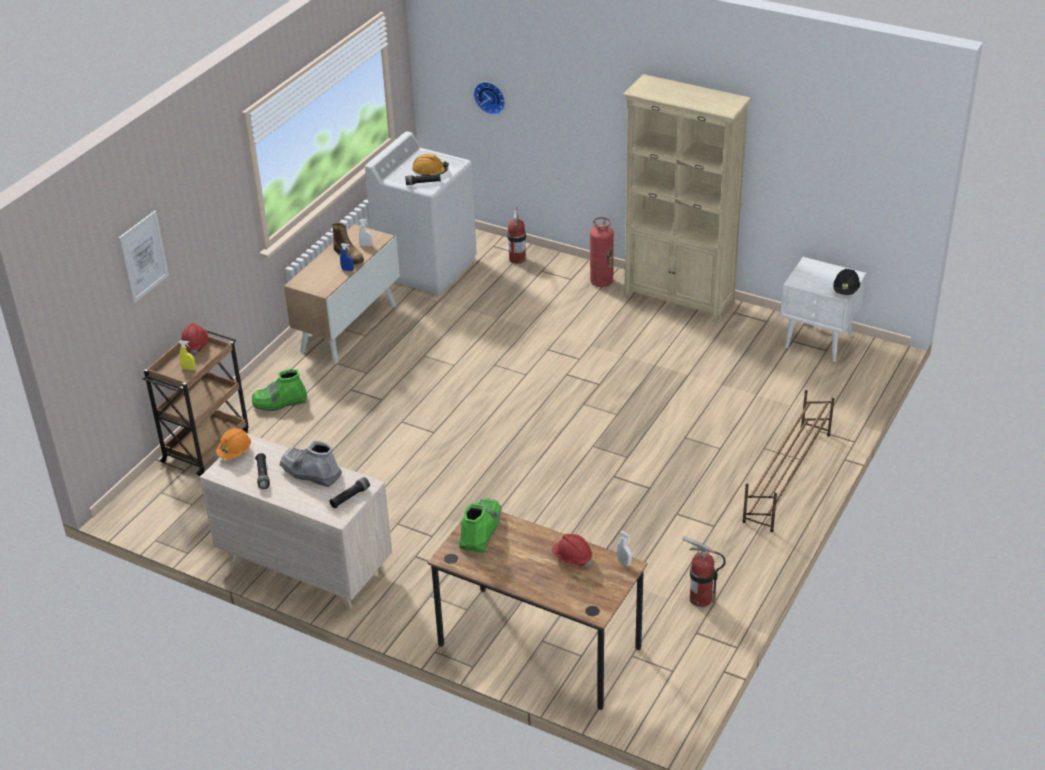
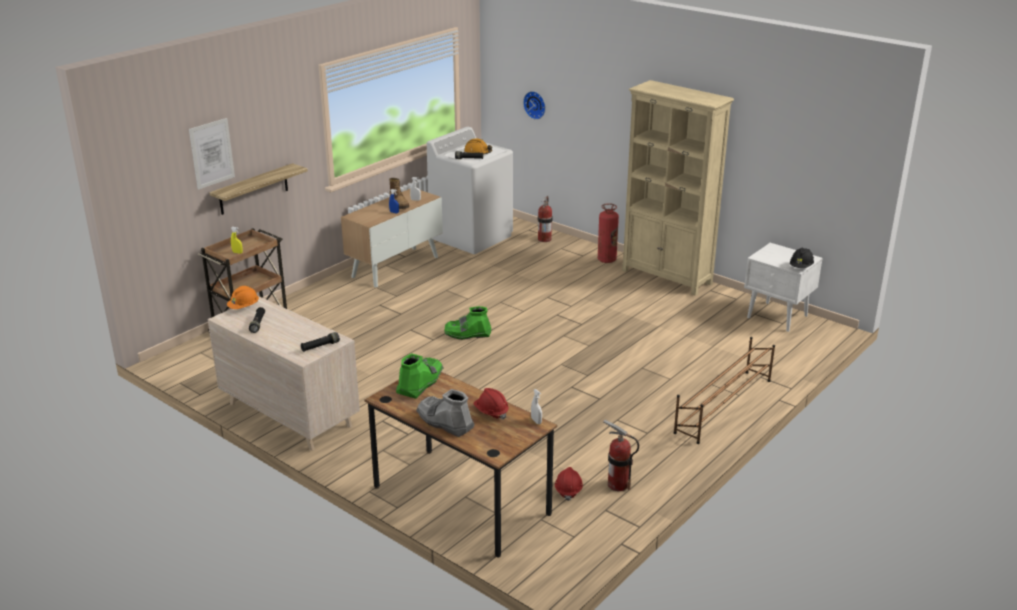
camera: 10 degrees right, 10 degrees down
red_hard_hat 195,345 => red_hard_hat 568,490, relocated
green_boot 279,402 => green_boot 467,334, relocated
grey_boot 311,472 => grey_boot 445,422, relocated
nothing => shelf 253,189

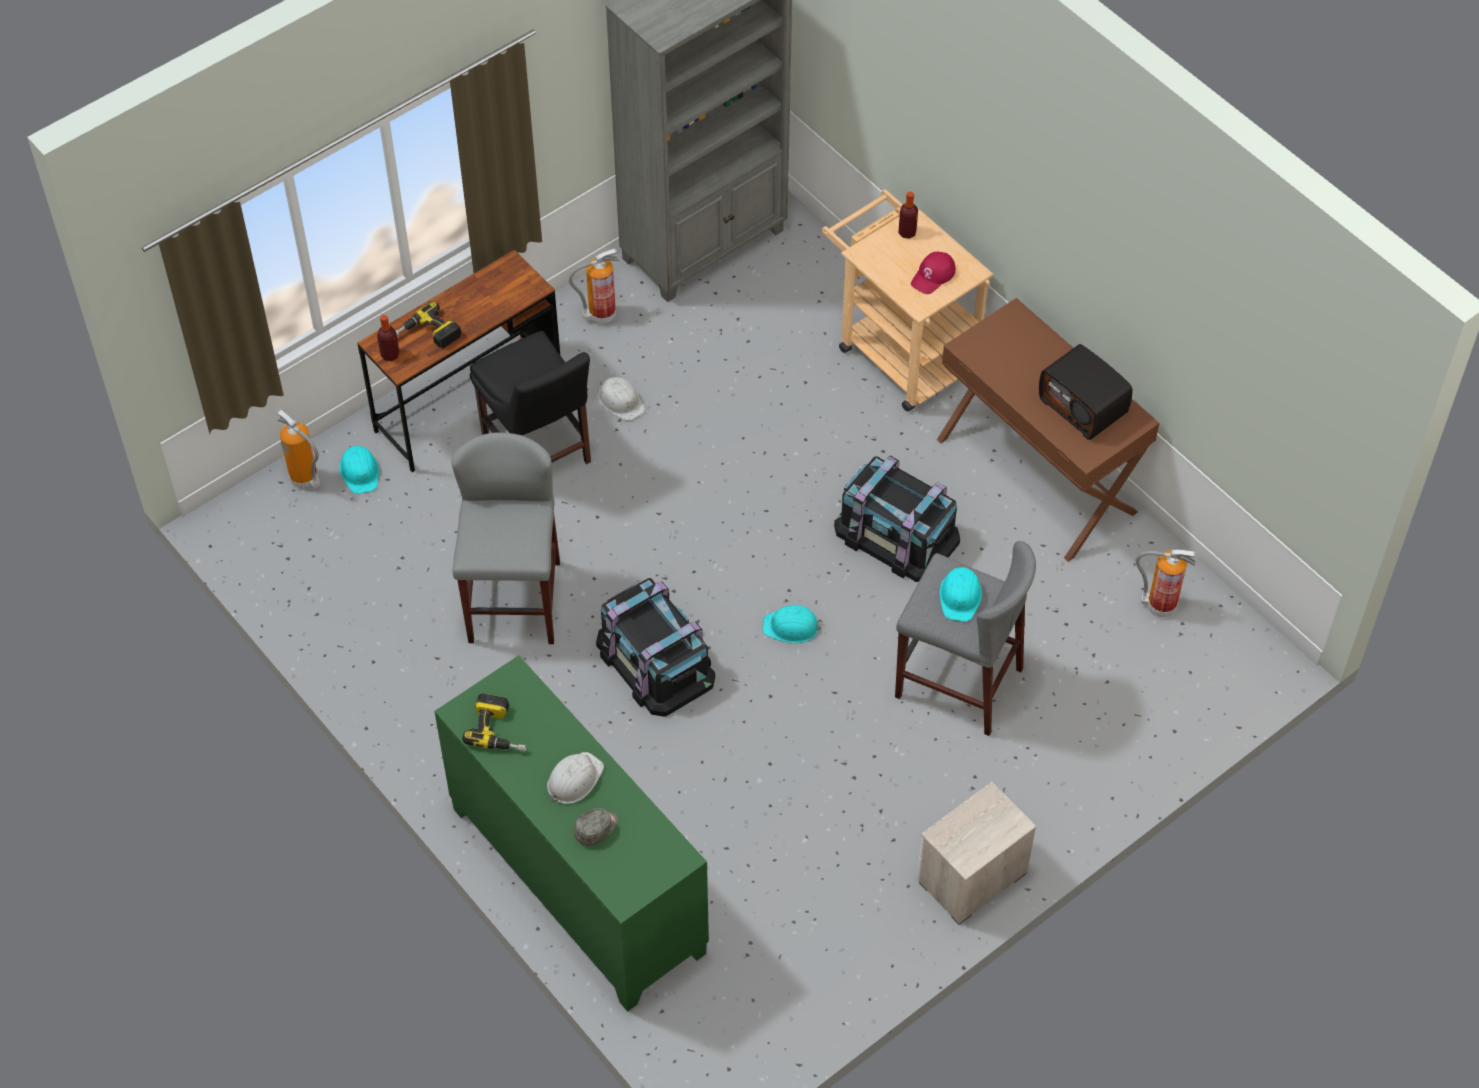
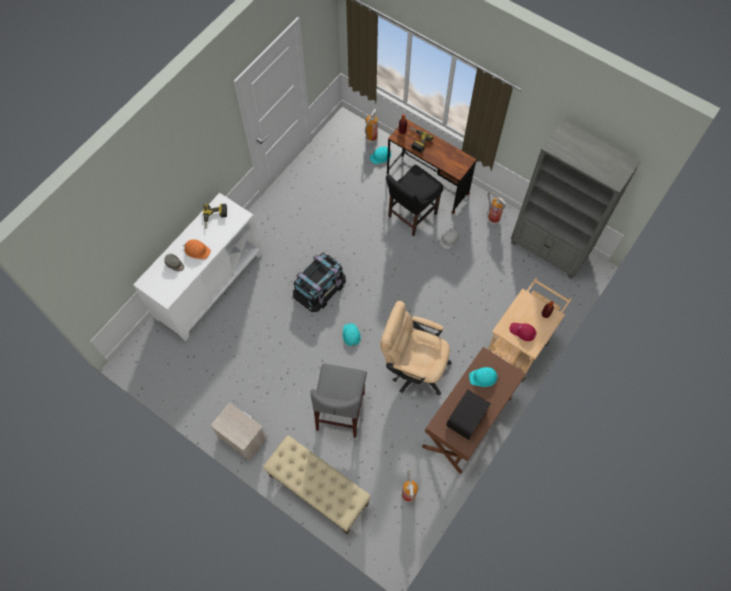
camera: 75 degrees right, 10 degrees up
grey_stool 513,602 => nothing
black_storage_box 896,534 => beige_office_chair 413,367
turquoise_hard_hat 960,596 => turquoise_hard_hat 483,377, relocated
green_cabinet 576,881 => white_cabinet 209,285
white_hard_hat 574,779 => orange_hard_hat 197,250
nothing => beige_bench 318,490

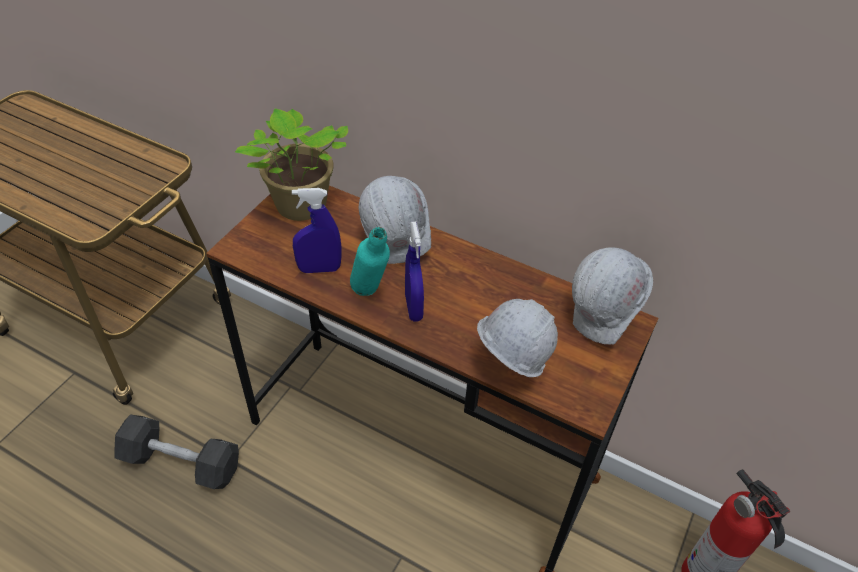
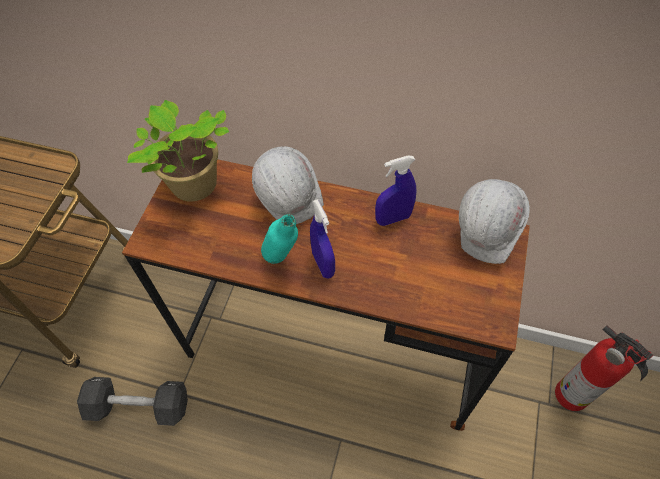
camera: 10 degrees left, 10 degrees up
blue_spray_bottle 319,269 => blue_spray_bottle 393,218, relocated
white_hard_hat 508,366 => nothing

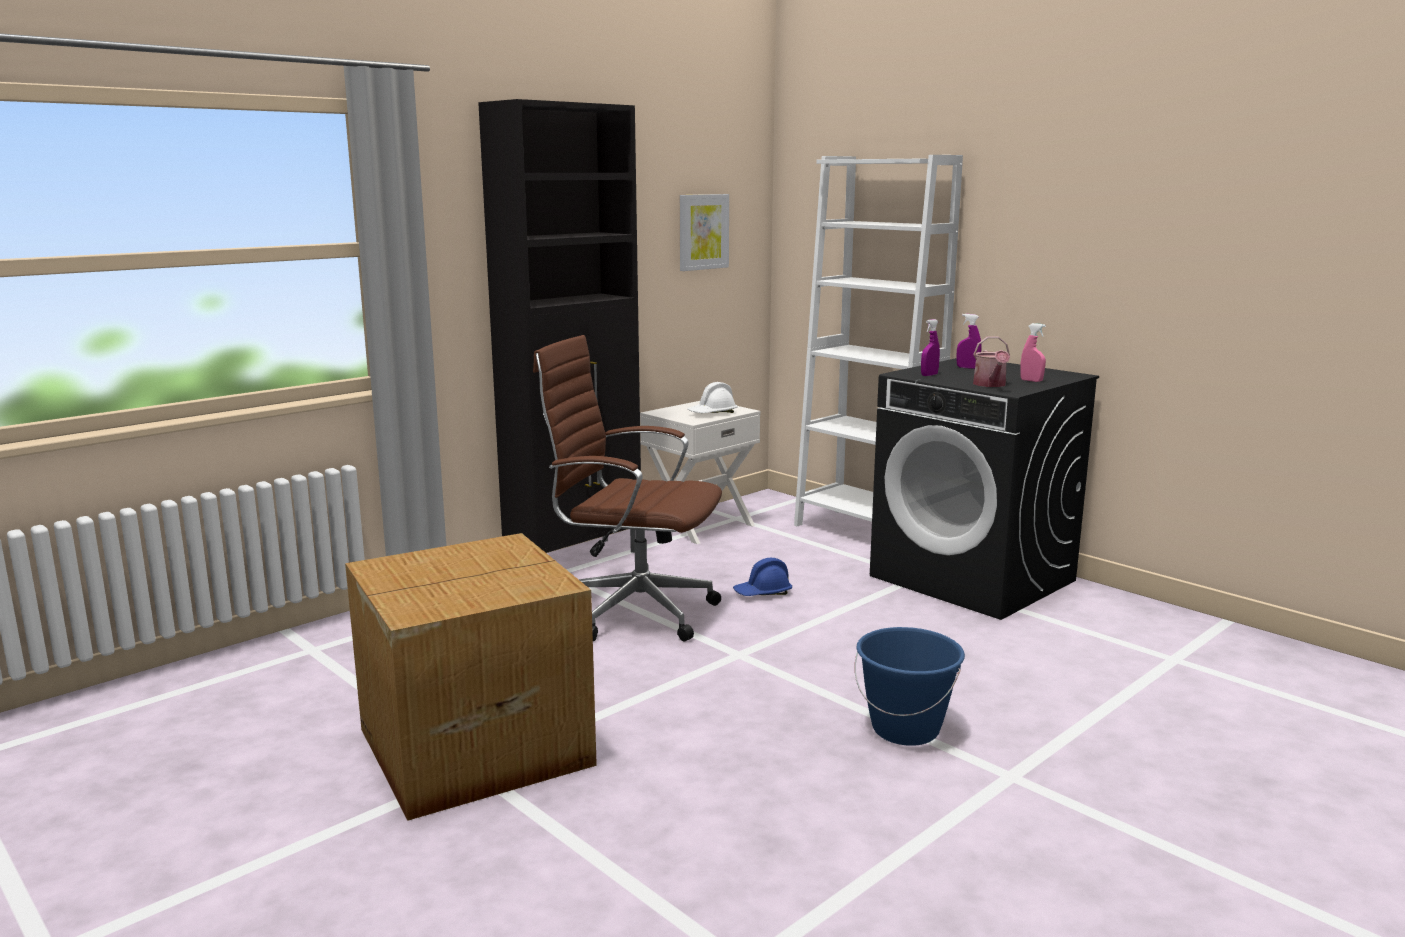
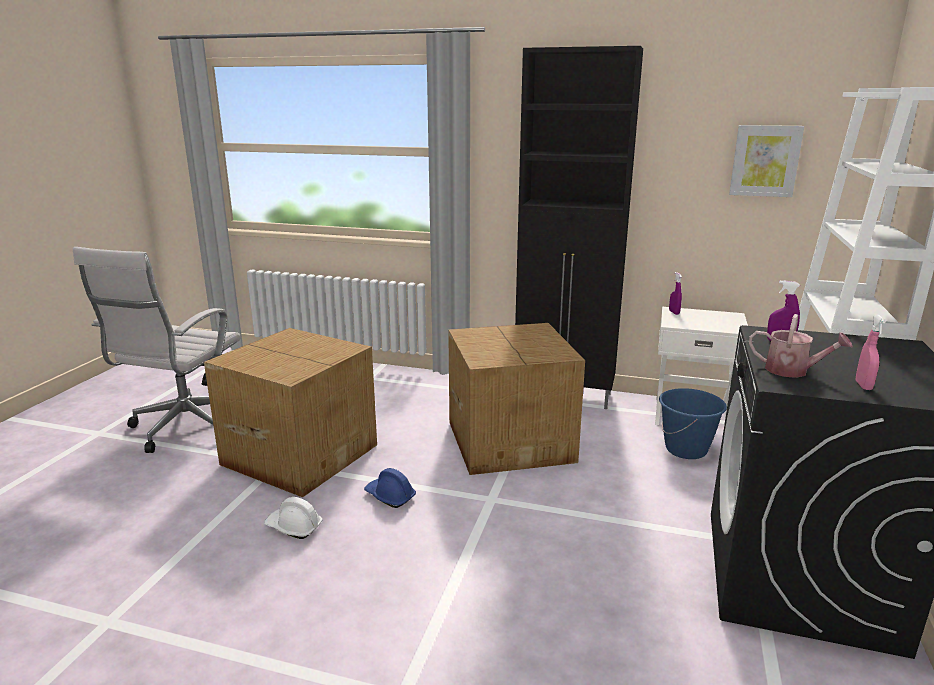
camera: 60 degrees right, 5 degrees up
purple_spray_bottle 967,368 => purple_spray_bottle 674,312, relocated
brown_office_chair 633,612 => cardboard_box 511,440
watering_can 990,385 => watering_can 792,371, 120 degrees counterclockwise
white_hard_hat 712,413 => white_hard_hat 294,527, relocated
blue_hard_hat 763,593 => blue_hard_hat 390,496, relocated
blue_bucket 905,729 => blue_bucket 686,449, relocated
nothing => white_office_chair 184,429

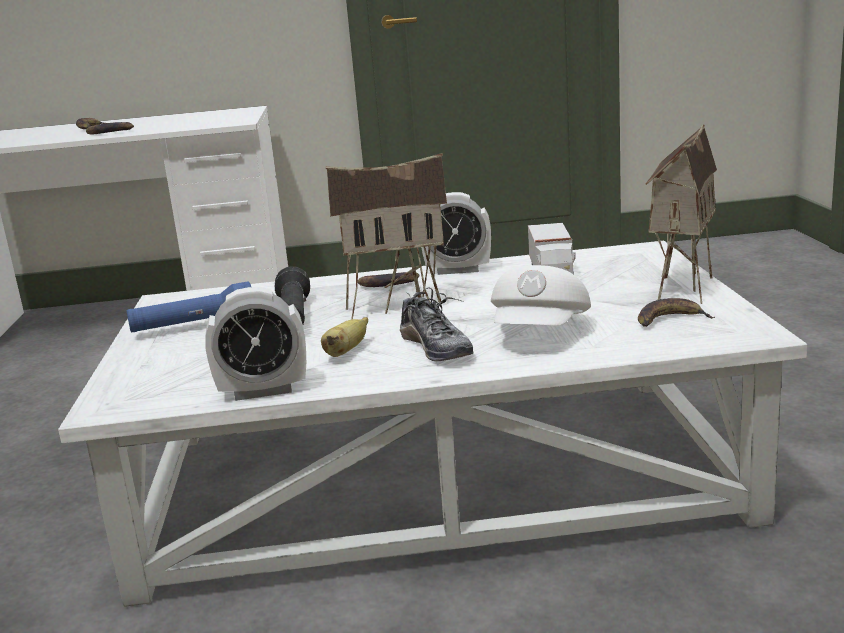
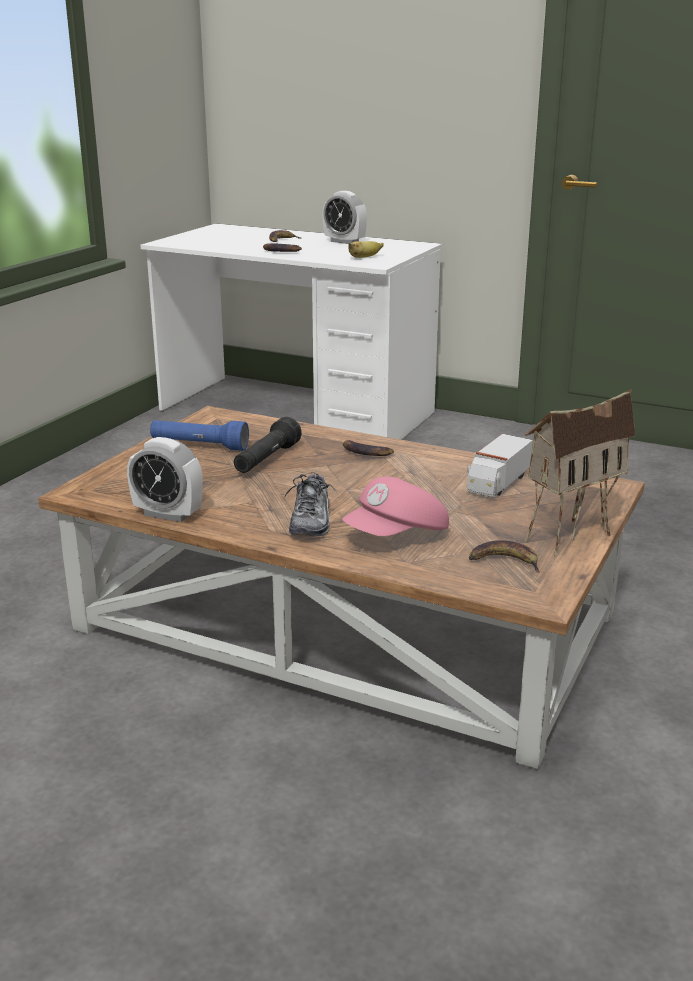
camera: 30 degrees right, 5 degrees up
toy_house 396,306 => nothing
alarm_clock 458,270 => alarm_clock 344,242, relocated
white_coffee_table 439,473 => brown_coffee_table 350,621
white_cap 541,332 => pink_cap 397,536
banana 346,352 => banana 364,257, relocated

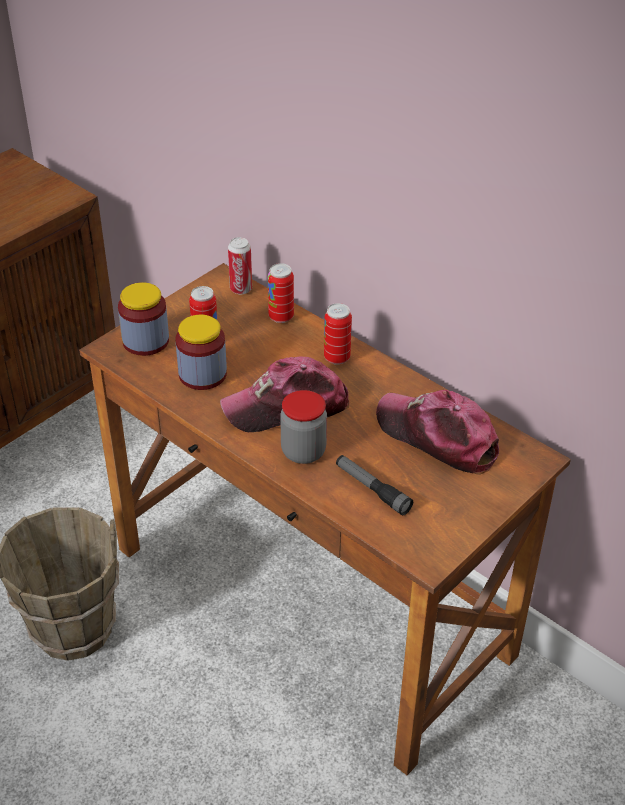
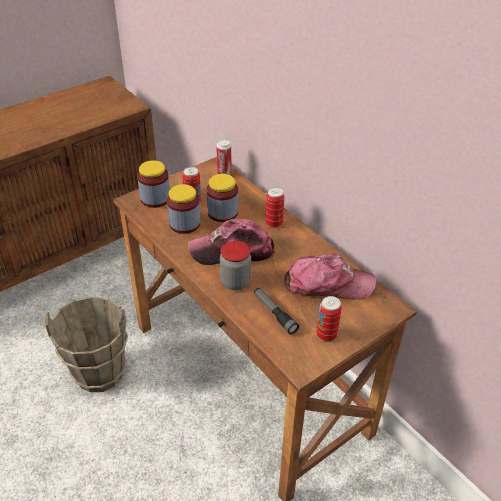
camera: 10 degrees right, 0 degrees up
can 281,317 => can 326,335, relocated
cap 437,437 => cap 327,284, 135 degrees clockwise
nothing => jar 222,212

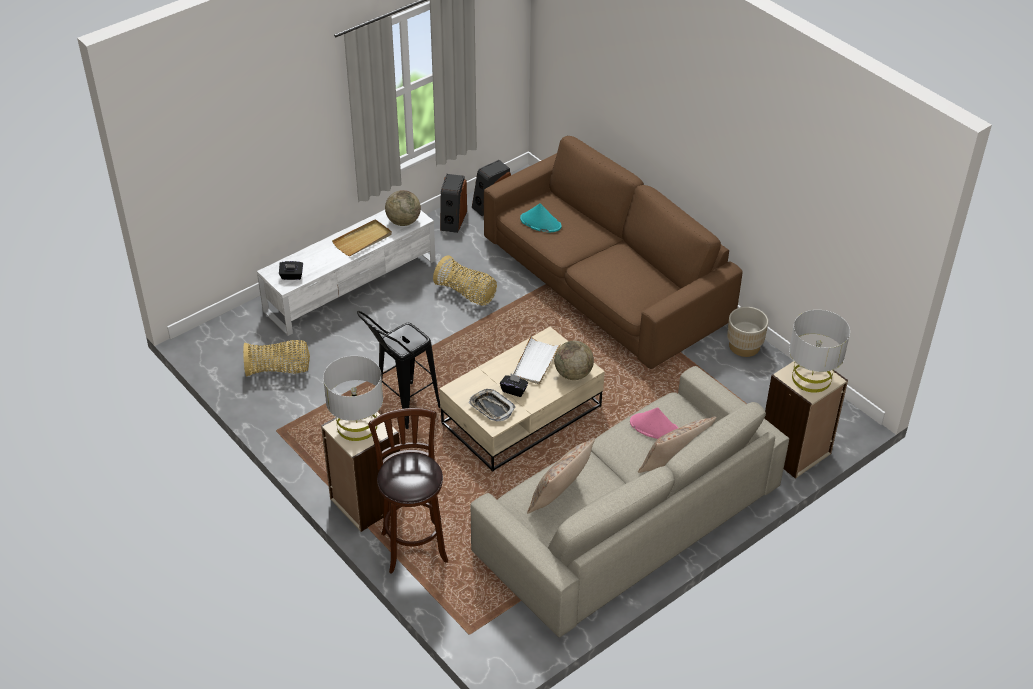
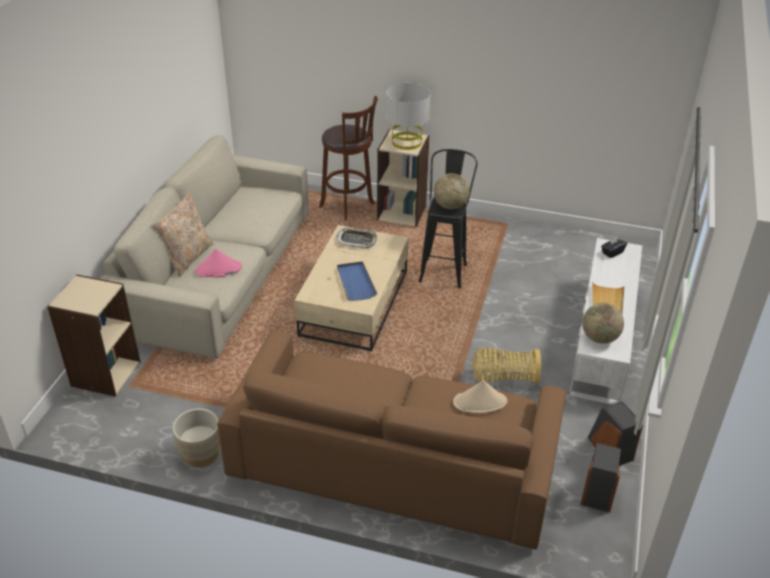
camera: 145 degrees right, 5 degrees down
turquoise_hat 540,223 => beige_hat 480,402
grey_table_lamp 811,378 => nothing
white_tray 536,362 => blue_tray 355,282
basket 279,370 => nothing
globe 573,374 => globe 450,206, relocated
black_tissue_box 514,390 => nothing
beige_pillow 560,498 => nothing

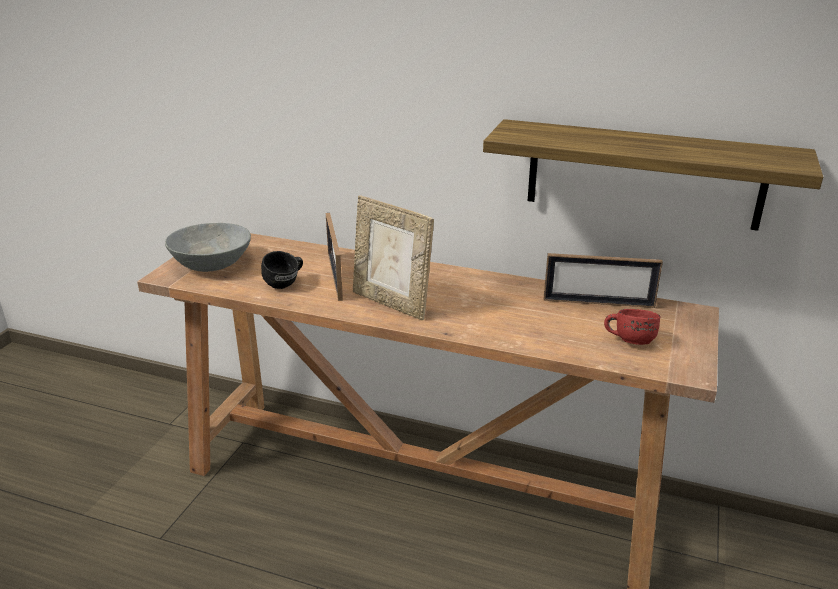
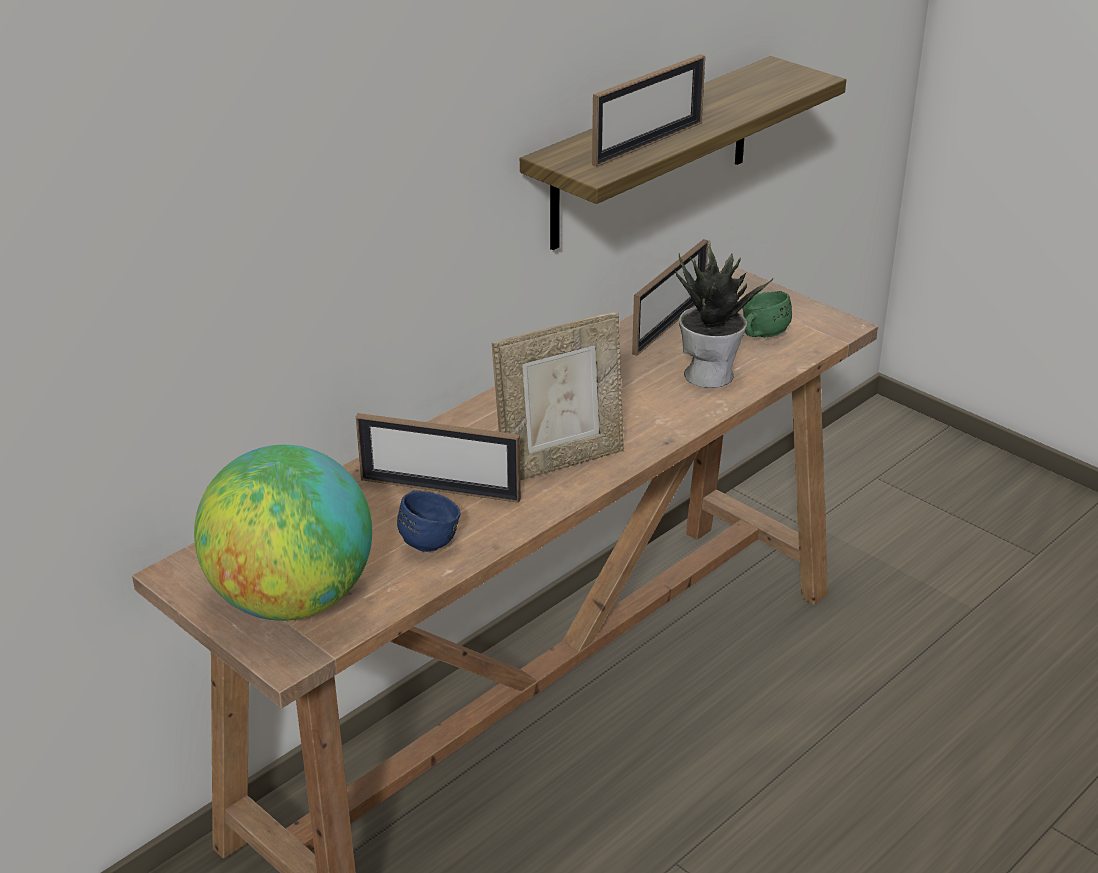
camera: 65 degrees left, 5 degrees up
grey_bowl 212,265 => globe 292,600
black_mug 286,284 => blue_mug 428,538
red_mug 629,339 => green_mug 760,335
nothing => picture_frame 648,143
nothing => potted_plant 710,373

